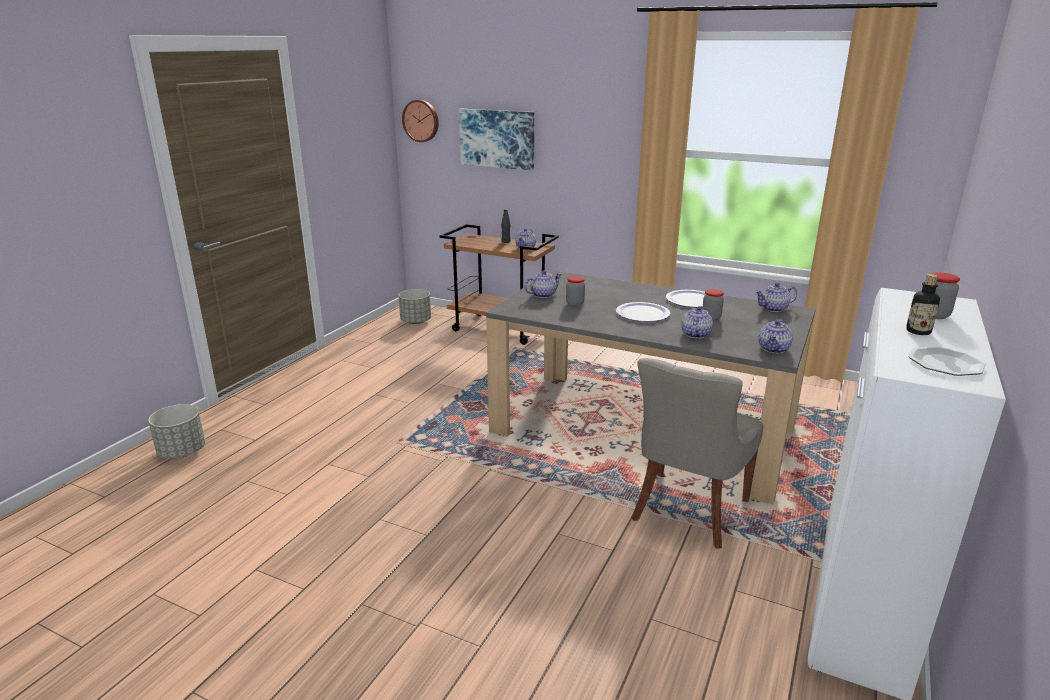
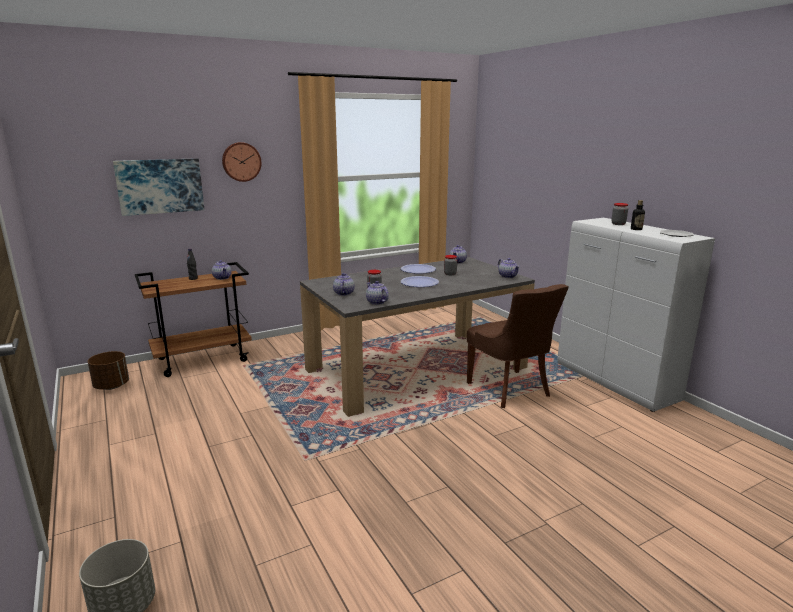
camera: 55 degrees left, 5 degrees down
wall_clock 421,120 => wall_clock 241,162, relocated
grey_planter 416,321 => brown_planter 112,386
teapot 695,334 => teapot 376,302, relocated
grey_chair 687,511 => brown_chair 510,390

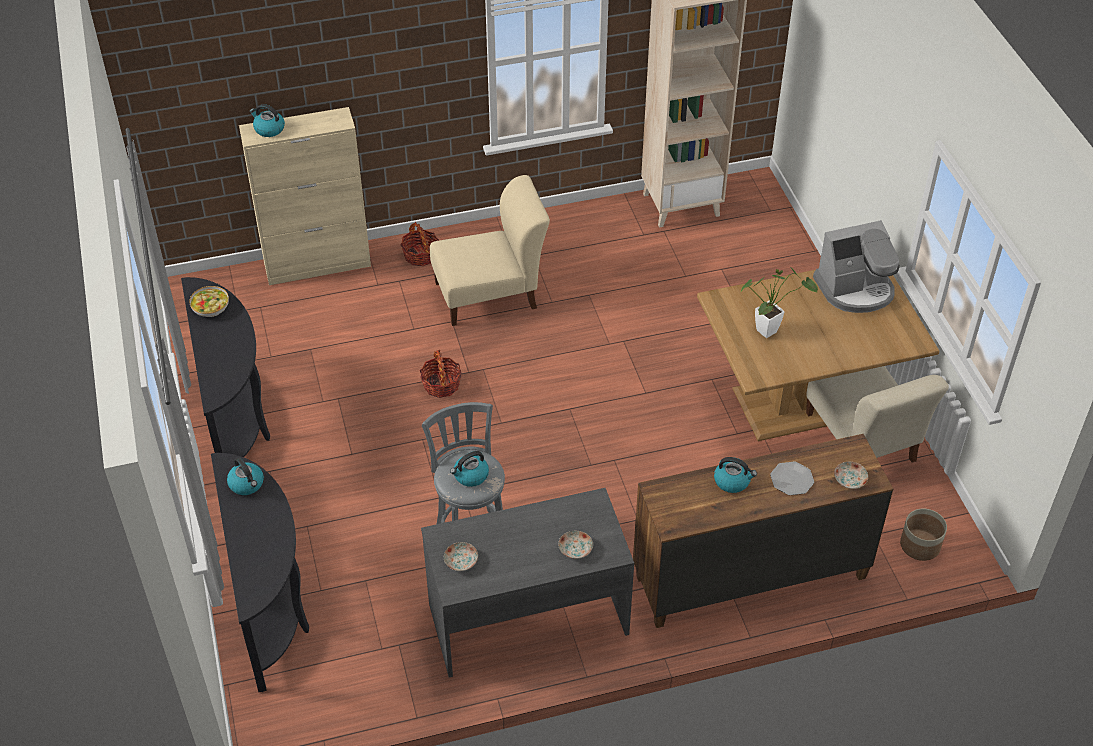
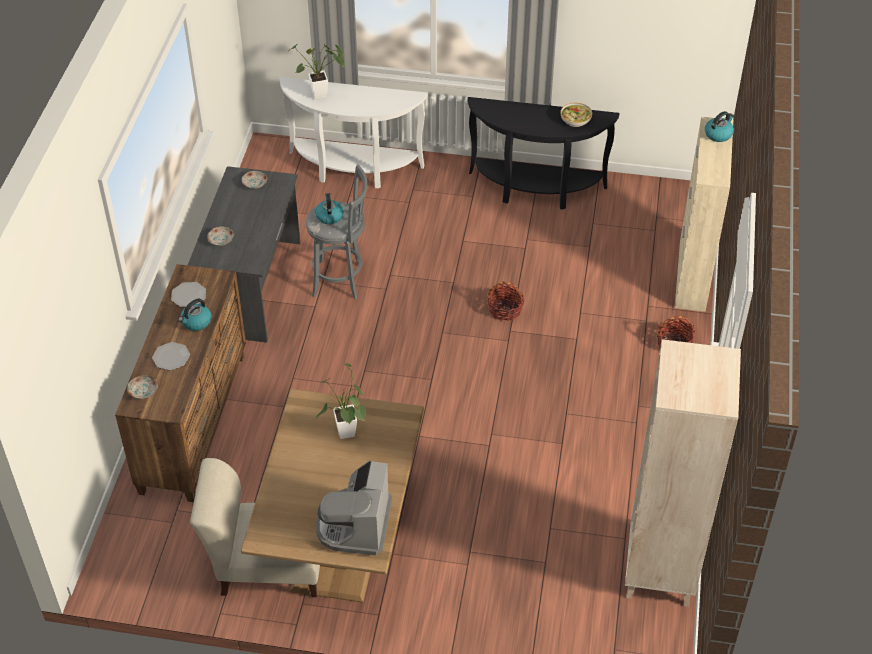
camera: 115 degrees right, 0 degrees up
beige_chair 490,294 => nothing
black_console_table 271,605 => white_console_table 353,170
kettle 247,484 => nothing
planter 920,545 => nothing
nothing => potted_plant 323,95
nothing => plate 188,295

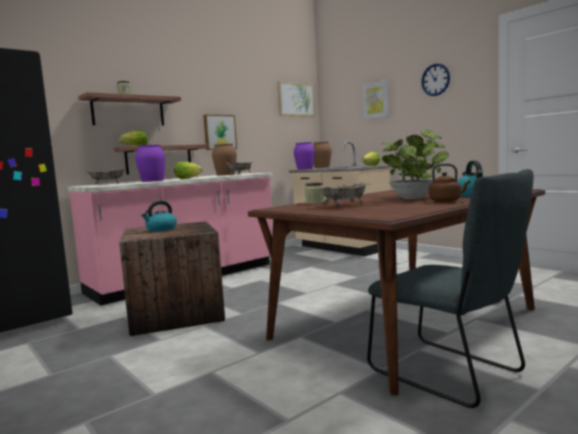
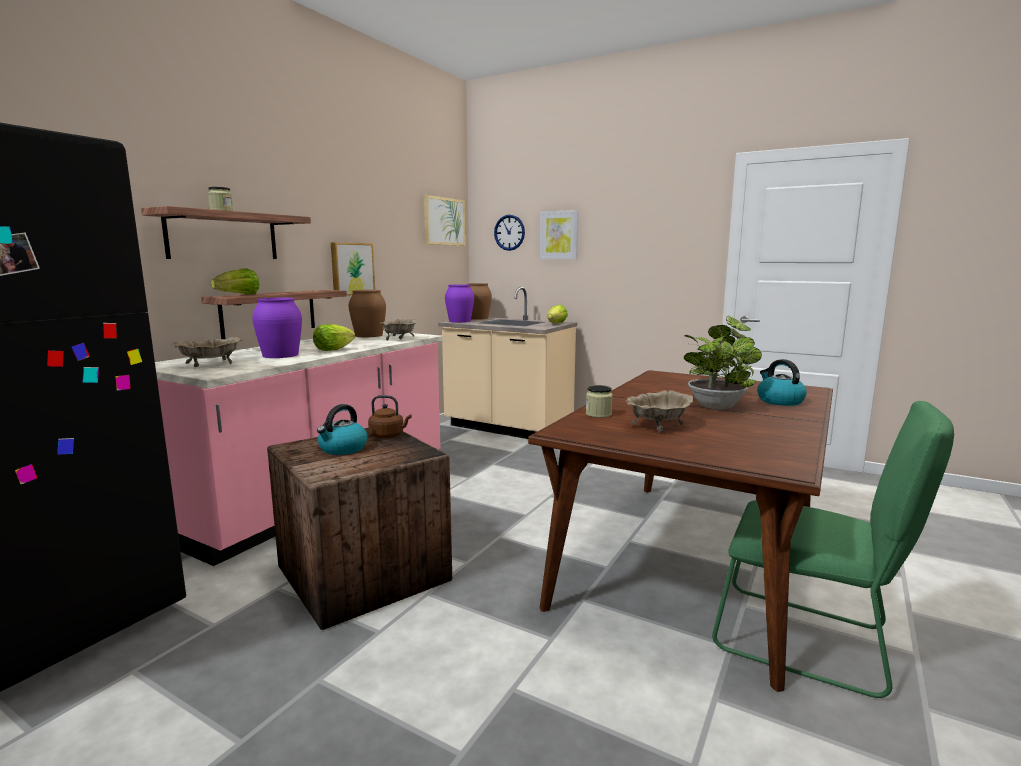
camera: 20 degrees left, 5 degrees up
wall_clock 435,79 => wall_clock 509,232, relocated
brown_kettle 447,201 => brown_kettle 388,436, relocated
grey_chair 450,373 => green_chair 809,642

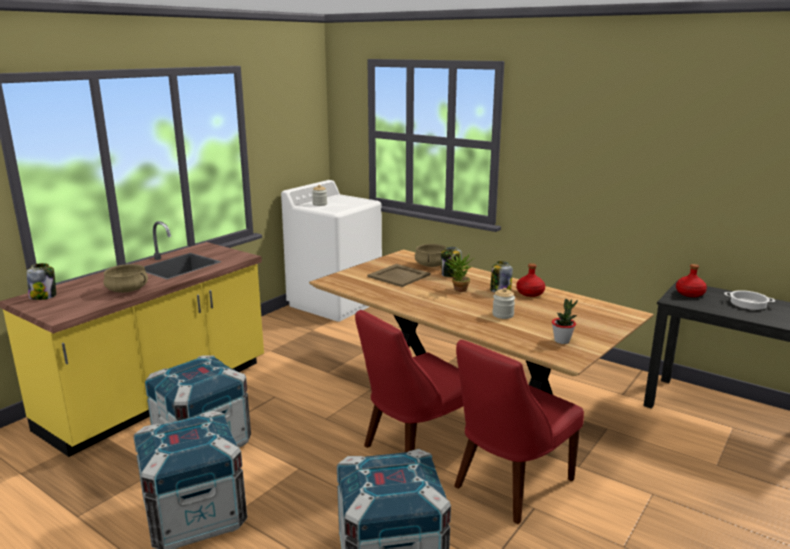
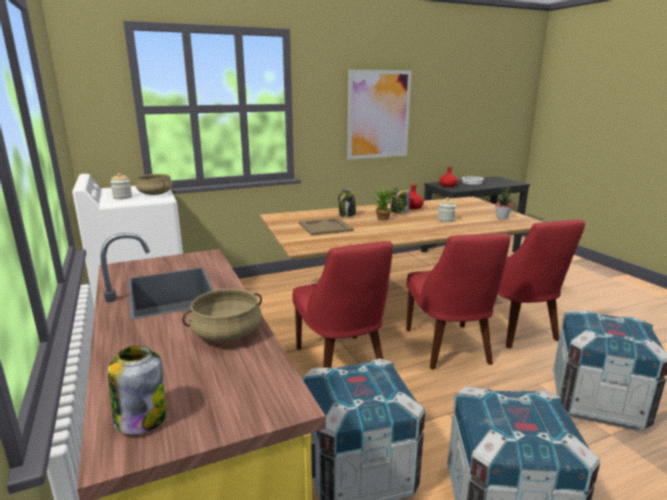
camera: 60 degrees left, 0 degrees up
beige_cooking_pot 431,265 => beige_cooking_pot 155,194, relocated
nothing => picture 378,114
nothing => red_chair 341,364

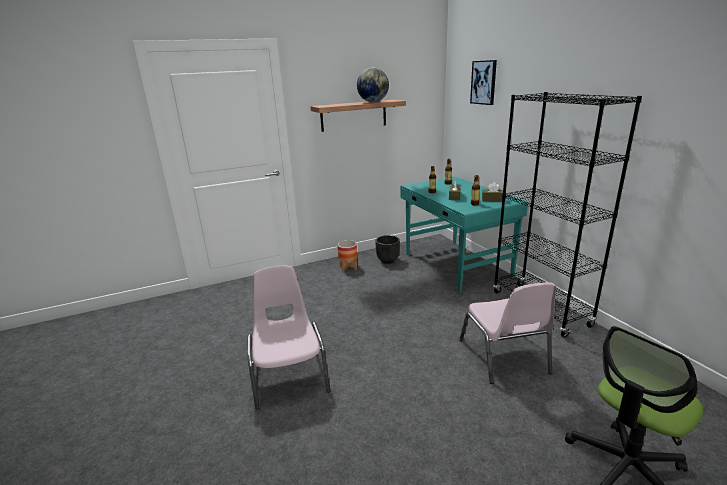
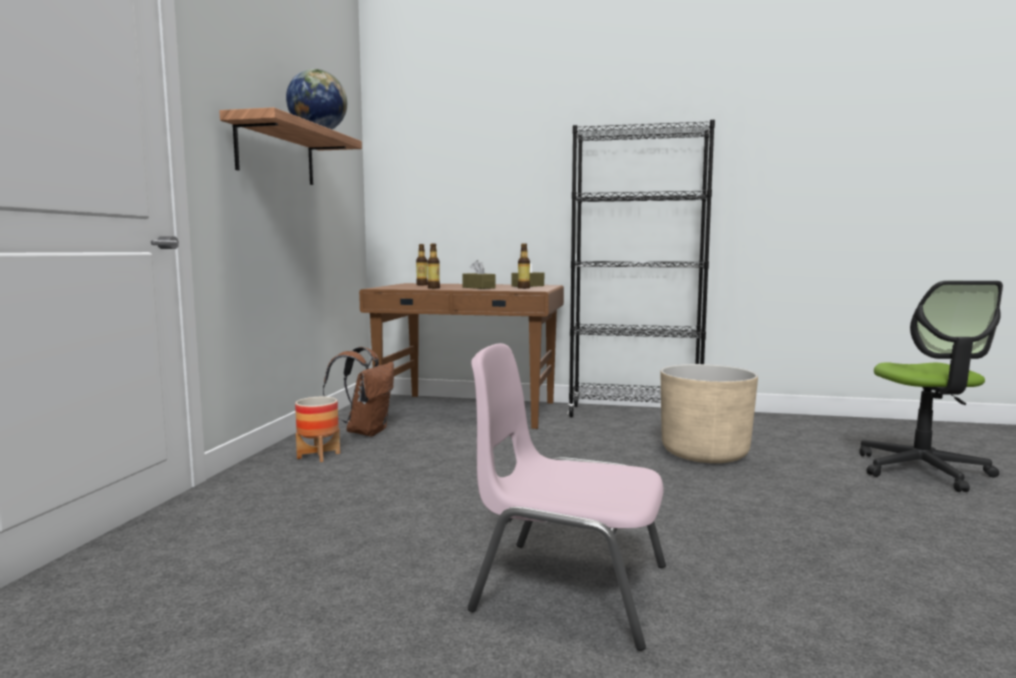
camera: 55 degrees left, 15 degrees down
picture 484,82 => nothing
turquoise_desk 456,265 => brown_desk 469,411
black_planter 388,260 => brown_backpack 366,432
pink_chair 504,357 => beige_planter 704,453

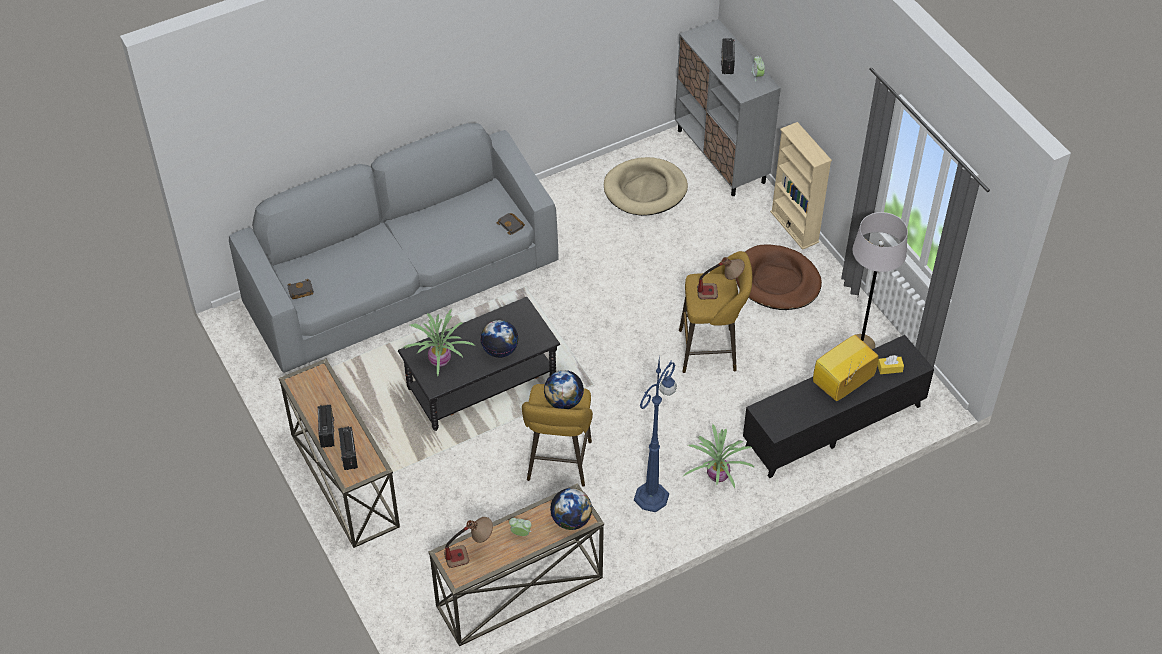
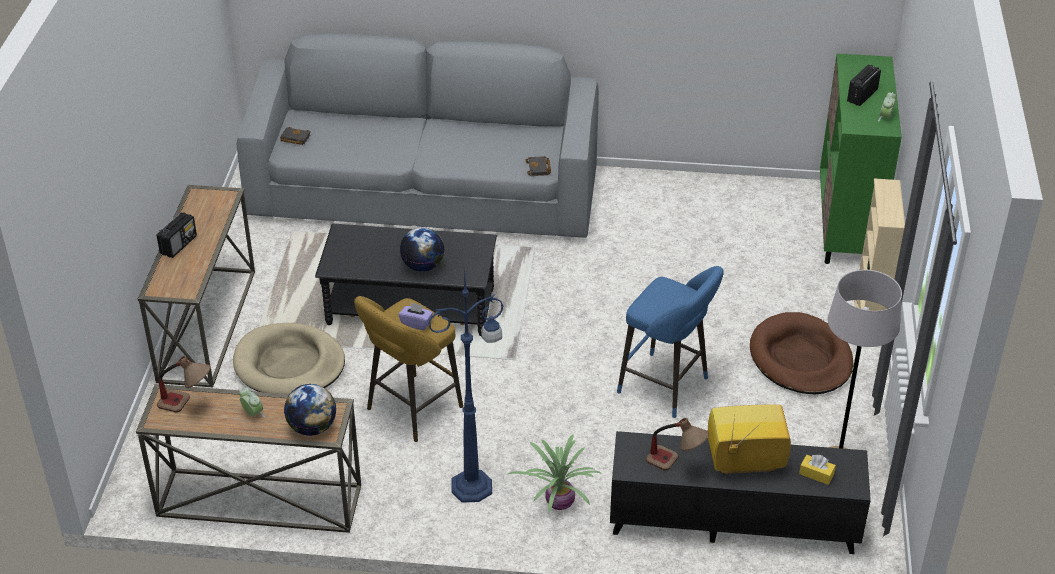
camera: 35 degrees right, 10 degrees down
grey_cabinet 721,156 => green_cabinet 846,224
beige_dog_bed 645,190 => beige_dog_bed 289,364, relocated
yellow_stool 712,350 => blue_stool 667,387
table_lamp 719,291 => table_lamp 676,465, relocated
potted_plant 439,361 => nothing
globe 563,401 => purple_tissue_box 416,323
radio 349,455 => nothing

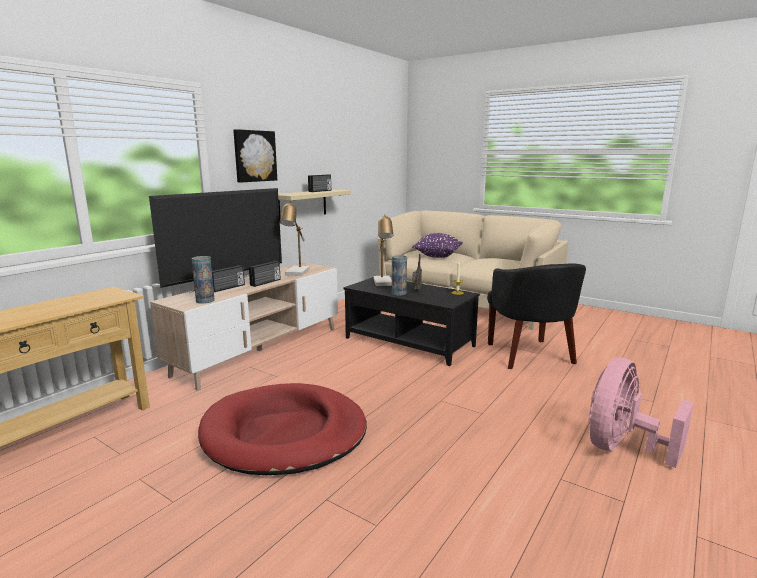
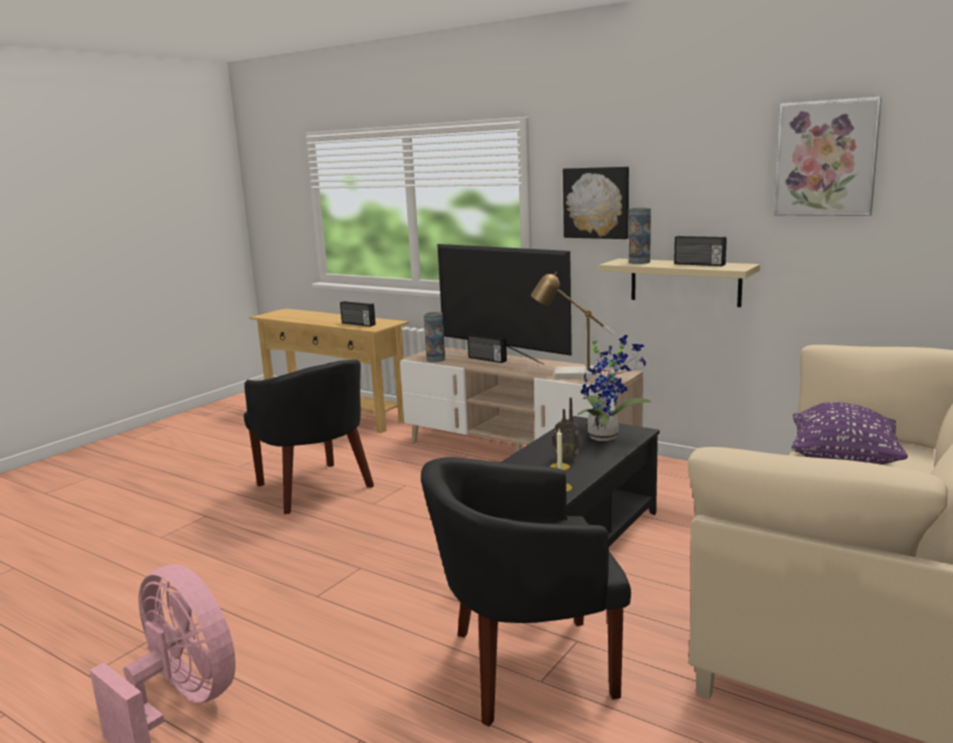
camera: 90 degrees right, 0 degrees up
table_lamp 384,283 => potted_plant 606,436
vase 399,293 => vase 639,262, relocated
radio 266,282 => radio 358,324, relocated
red_dog_bed 284,433 => black_armchair 315,489
nothing => picture 826,158

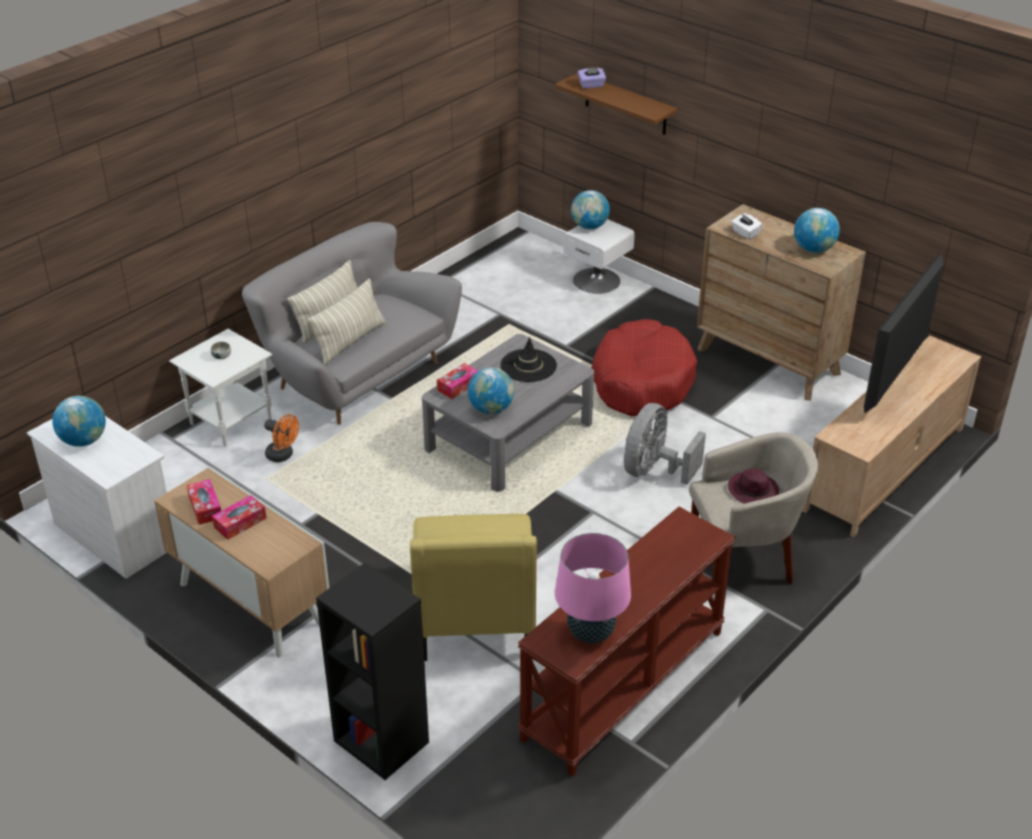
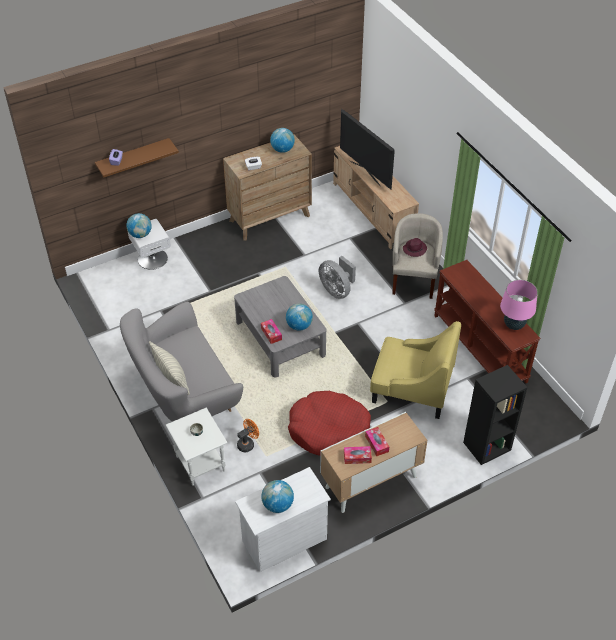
camera: 70 degrees left, 10 degrees up
pillow 350,341 => nothing
red_dog_bed 641,381 => red_dog_bed 329,431, relocated
black_hat 528,366 => nothing

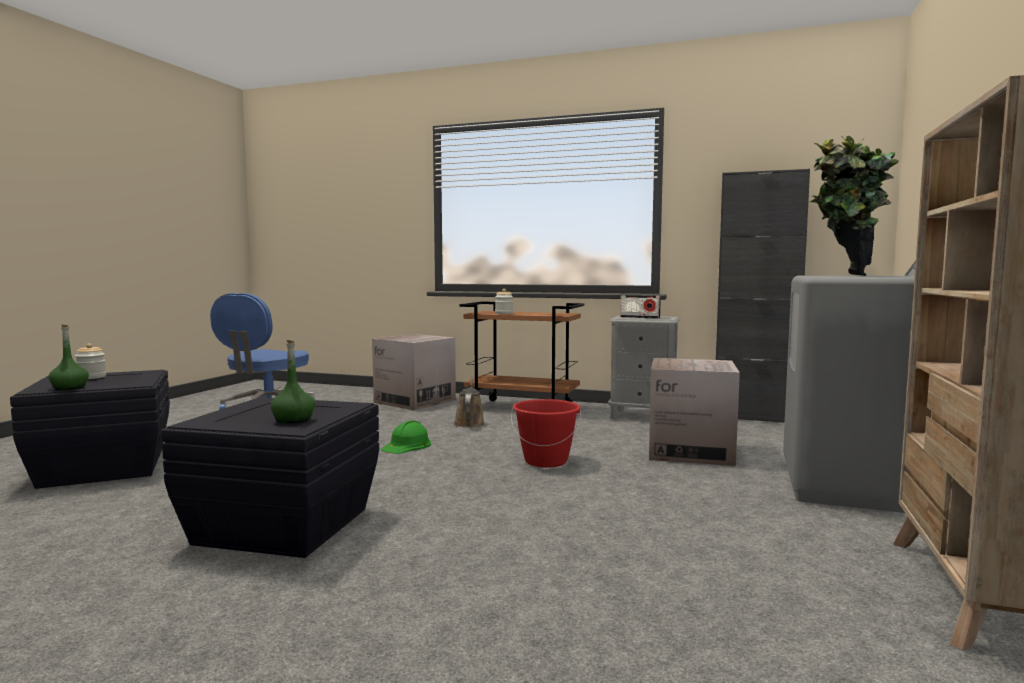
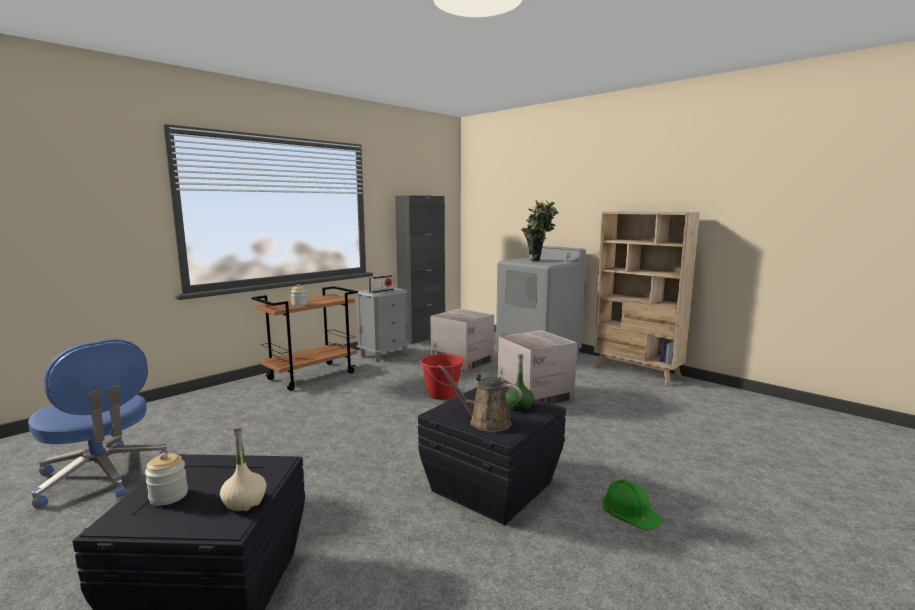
camera: 65 degrees left, 5 degrees up
green_bottle 69,388 => beige_bottle 244,503
cardboard_box 415,401 => cardboard_box 535,397, relocated
brown_watering_can 469,423 => brown_watering_can 485,422, relocated
green_hard_hat 407,445 => green_hard_hat 630,510, relocated

